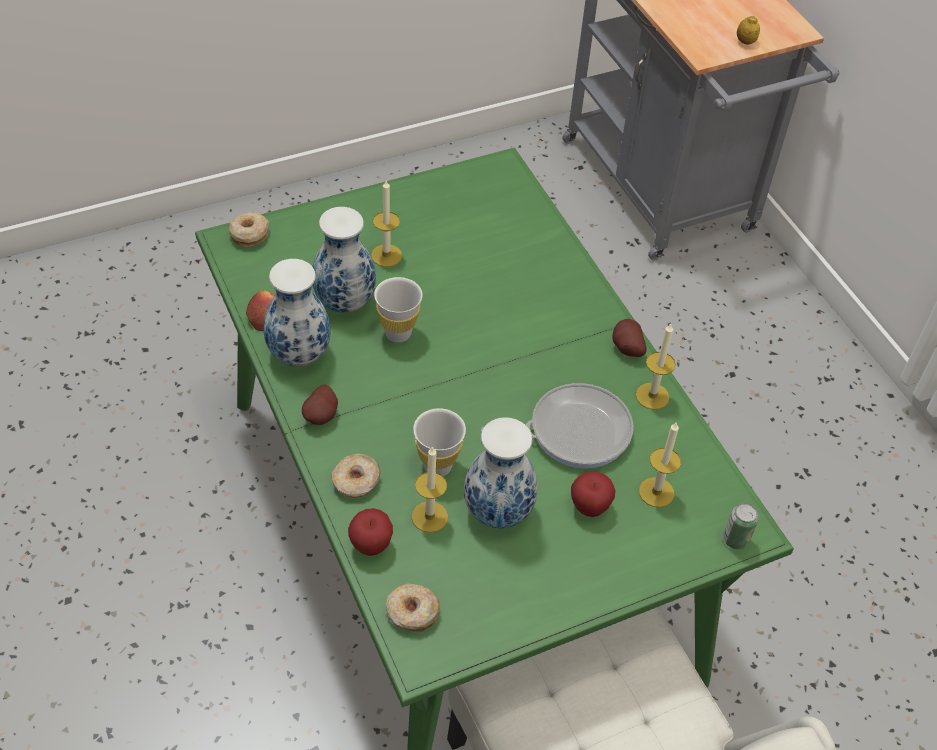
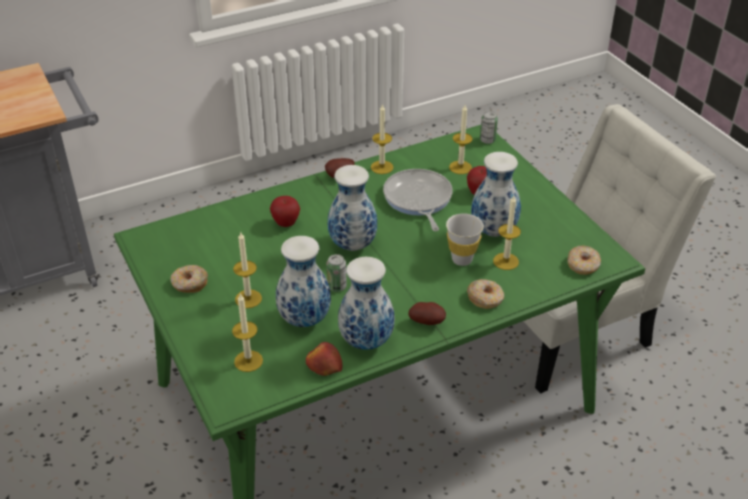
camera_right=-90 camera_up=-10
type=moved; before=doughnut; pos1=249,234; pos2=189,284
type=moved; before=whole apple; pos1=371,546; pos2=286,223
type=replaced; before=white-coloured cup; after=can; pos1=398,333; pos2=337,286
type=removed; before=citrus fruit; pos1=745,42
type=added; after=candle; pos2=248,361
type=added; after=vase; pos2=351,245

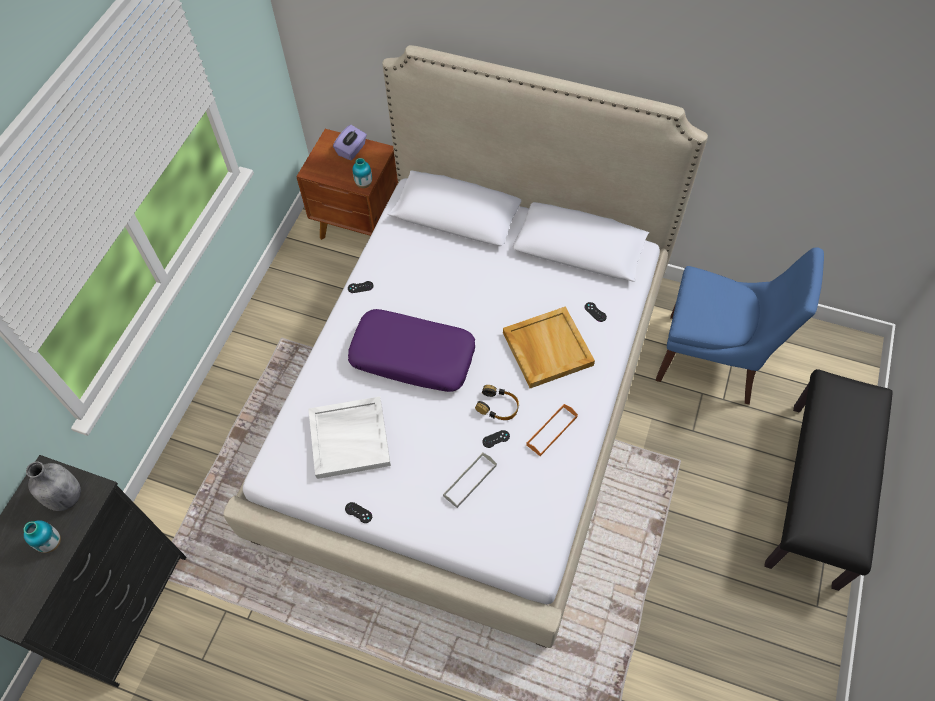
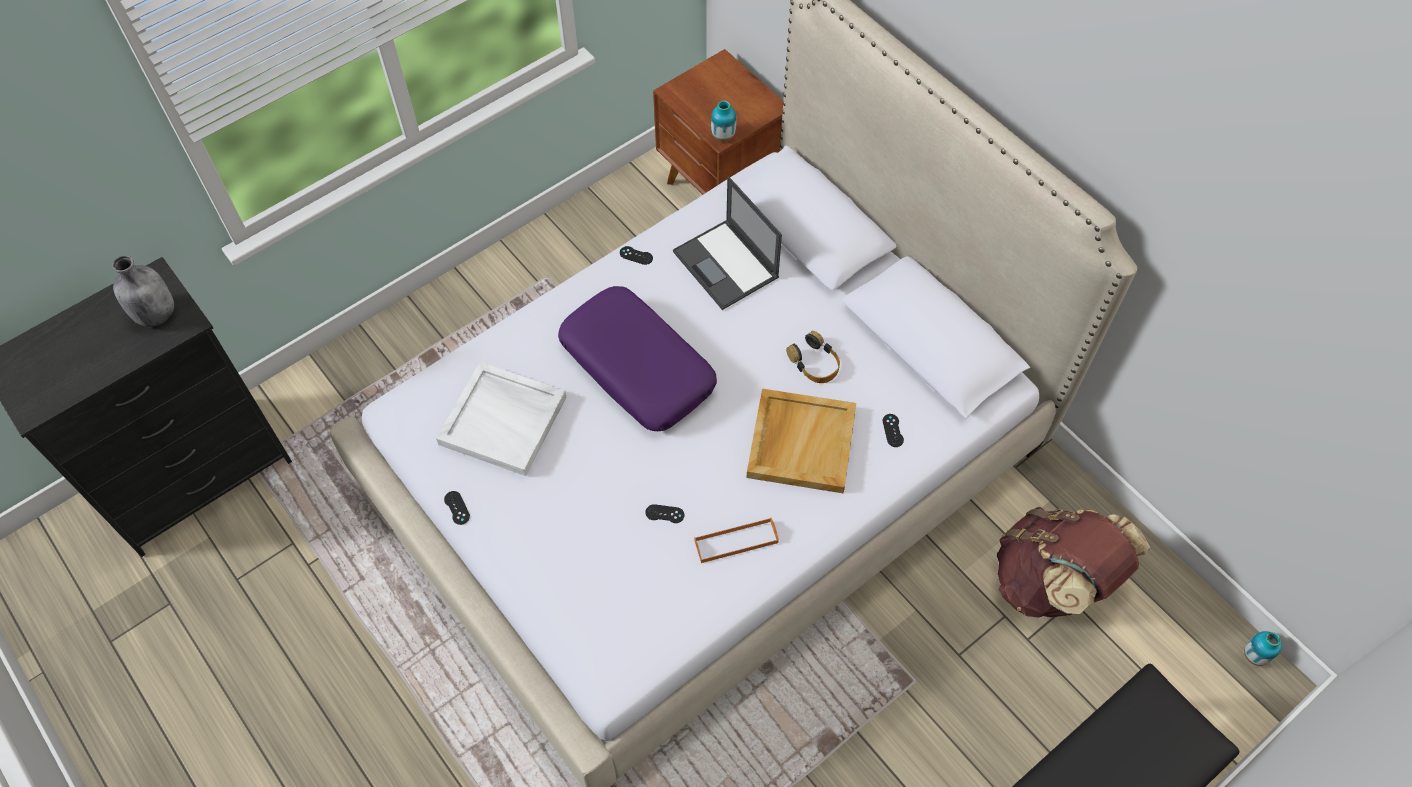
camera_right=30 camera_up=0
type=moved; before=vase; pos1=51,543; pos2=1254,655
type=removed; before=purplish box of tissues; pos1=352,150
type=removed; before=gray tray; pos1=470,481
type=moved; before=headphones; pos1=498,406; pos2=814,363
type=replaced; before=bluish chair; after=brown backpack; pos1=713,359; pos2=1051,583
type=added; after=laptop; pos2=727,265

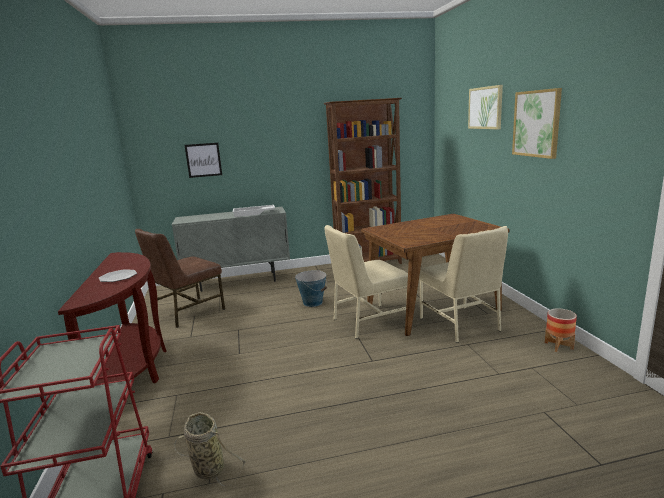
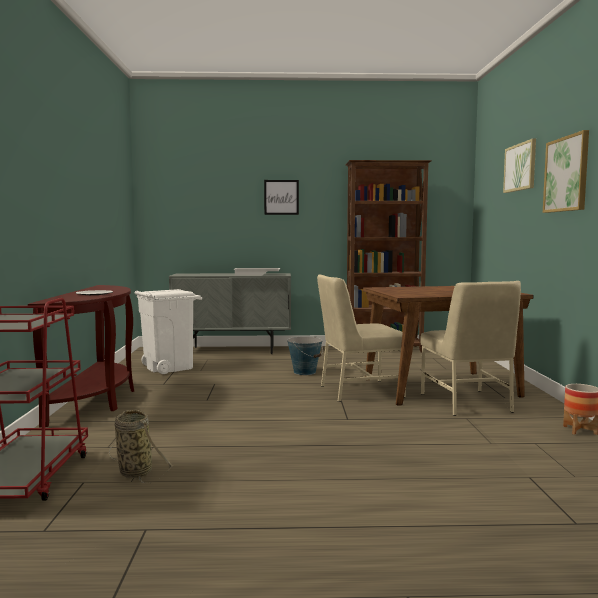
camera_right=10 camera_up=-10
type=replaced; before=brown chair; after=white-coloured trash can; pos1=188,312; pos2=169,367
type=moved; before=picture; pos1=203,160; pos2=281,197

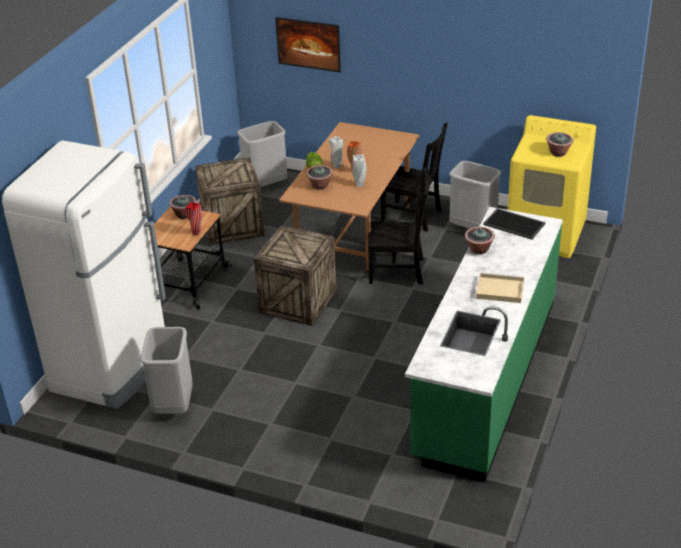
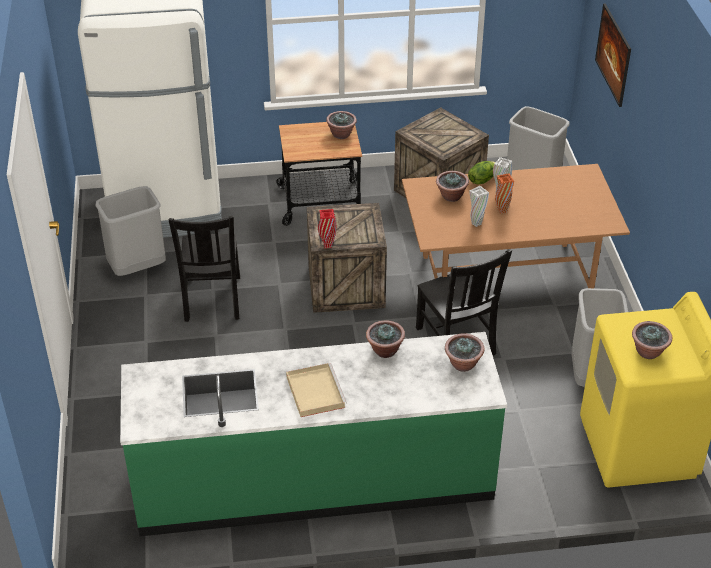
camera_right=60 camera_up=5
type=moved; before=reddish vase; pos1=196,233; pos2=327,245
type=moved; before=black-coloured chair; pos1=413,216; pos2=212,300
type=replaced; before=tray; after=plant in a pot; pos1=515,224; pos2=463,364

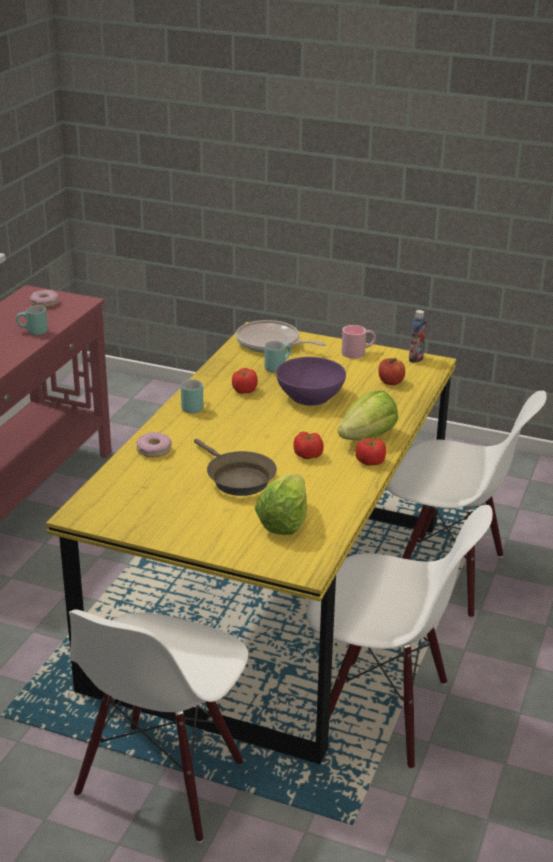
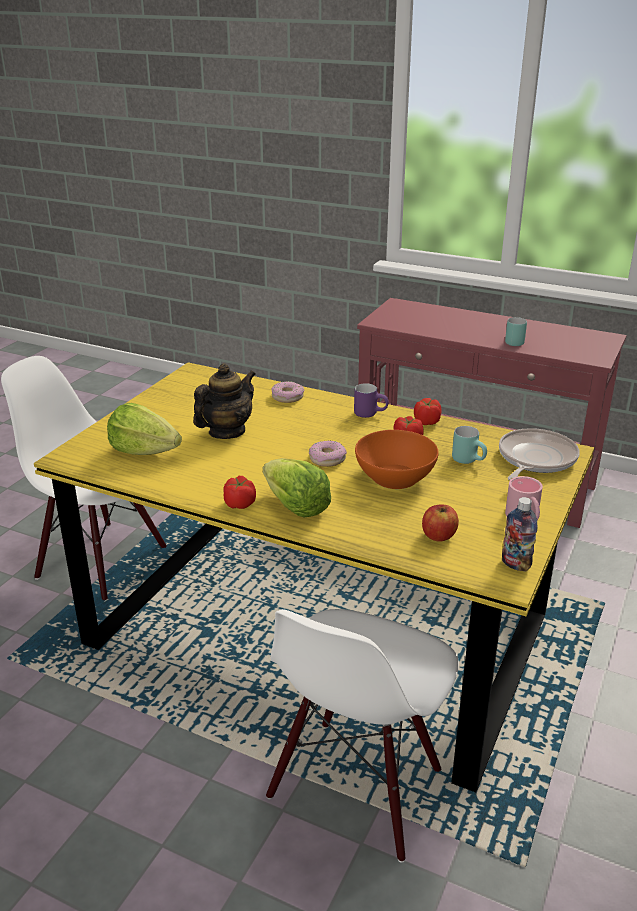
camera_right=95 camera_up=0
type=moved; before=doughnut; pos1=45,303; pos2=327,459
type=recoloured; before=turquoise coffee mug; after=purplish coffee mug; pos1=192,406; pos2=370,414
type=replaced; before=brown skillet; after=tea pot; pos1=237,479; pos2=226,432
type=recoloured; before=purplish serving bowl; after=orangey serving bowl; pos1=310,396; pos2=395,477
type=moved; before=fresh tomato; pos1=308,455; pos2=426,422
type=removed; before=white-coloured chair; pos1=383,711

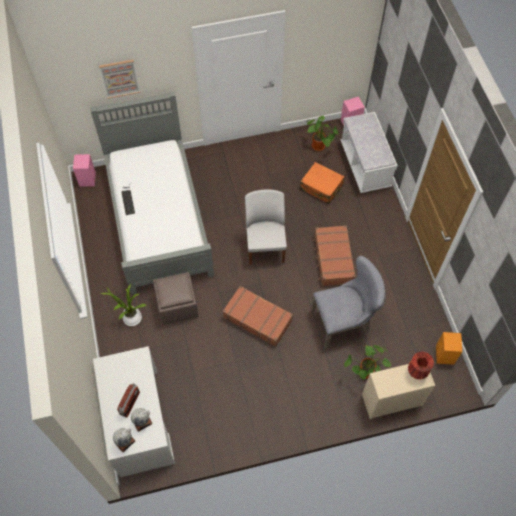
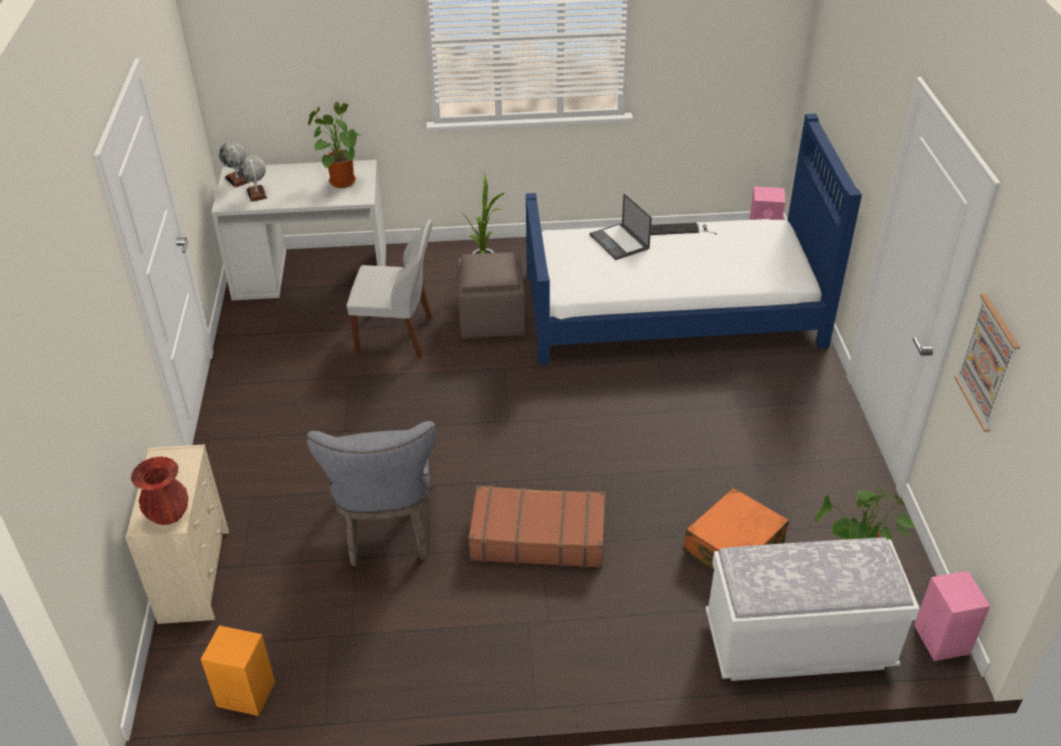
camera_right=100 camera_up=-20
type=recoloured; before=gray sleeping bed; after=bluish sleeping bed; pos1=158,218; pos2=672,309
type=moved; before=picture; pos1=119,78; pos2=988,362
type=removed; before=radio set; pos1=130,403
type=removed; before=brown suitcase; pos1=257,319
type=moved; before=white-coloured chair; pos1=265,246; pos2=397,336
type=moved; before=plant in a pot; pos1=365,373; pos2=340,181
type=added; after=laptop; pos2=620,242

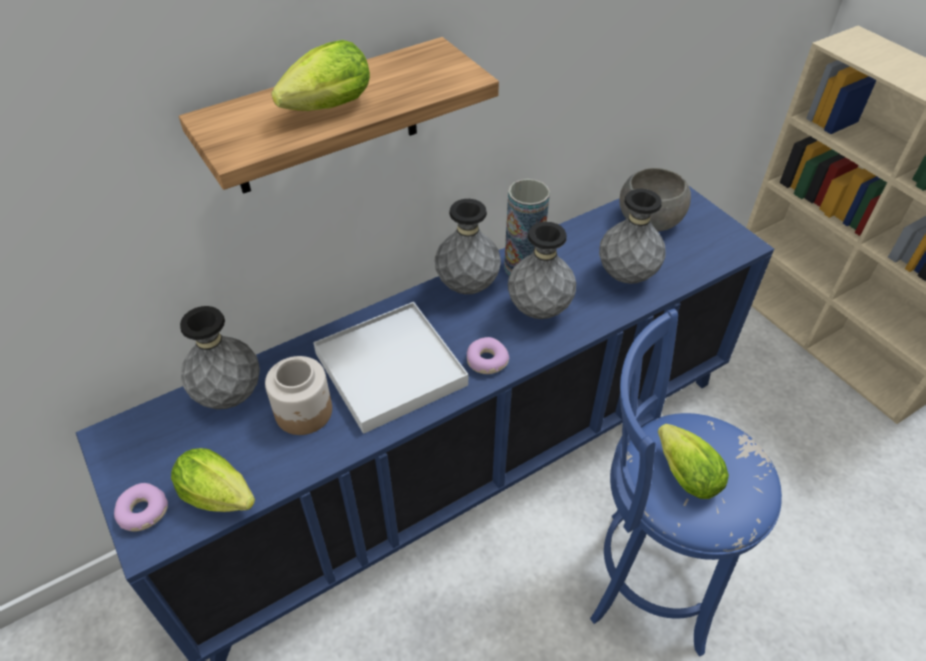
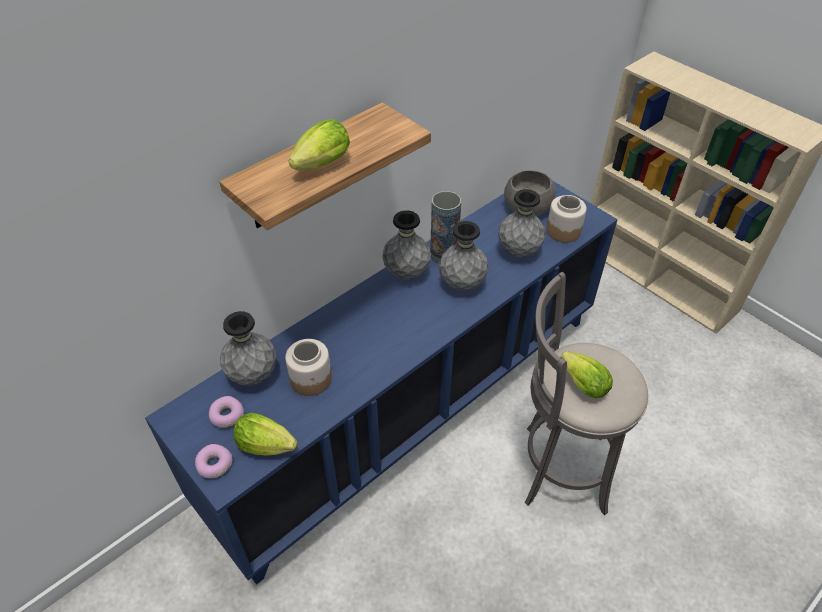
camera_right=-10 camera_up=0
type=removed; before=white-coloured tray; pos1=390,369
type=moved; before=doughnut; pos1=486,361; pos2=226,415
type=recoloured; before=bluish sitting stool; after=gray sitting stool; pos1=645,578; pos2=558,468
type=added; after=preserve jar; pos2=563,231

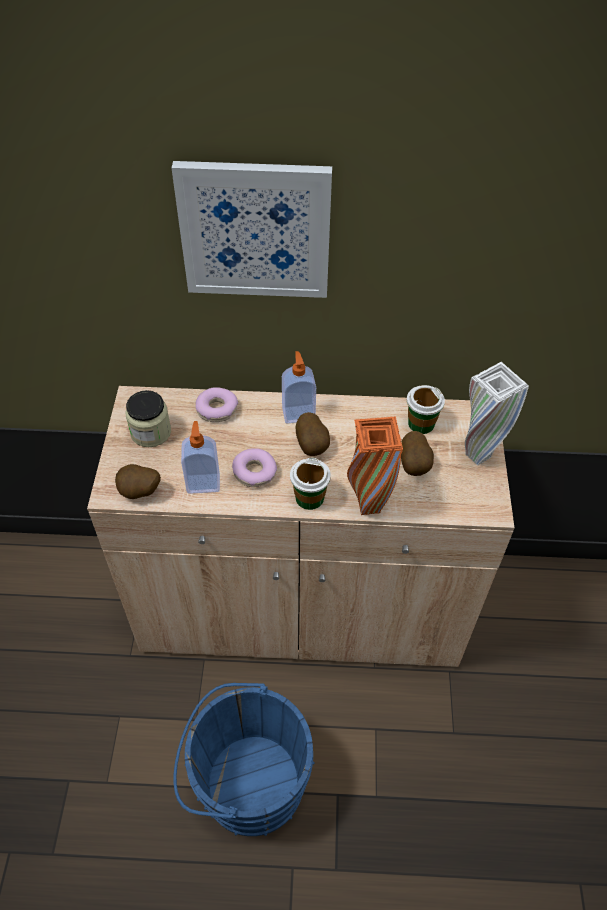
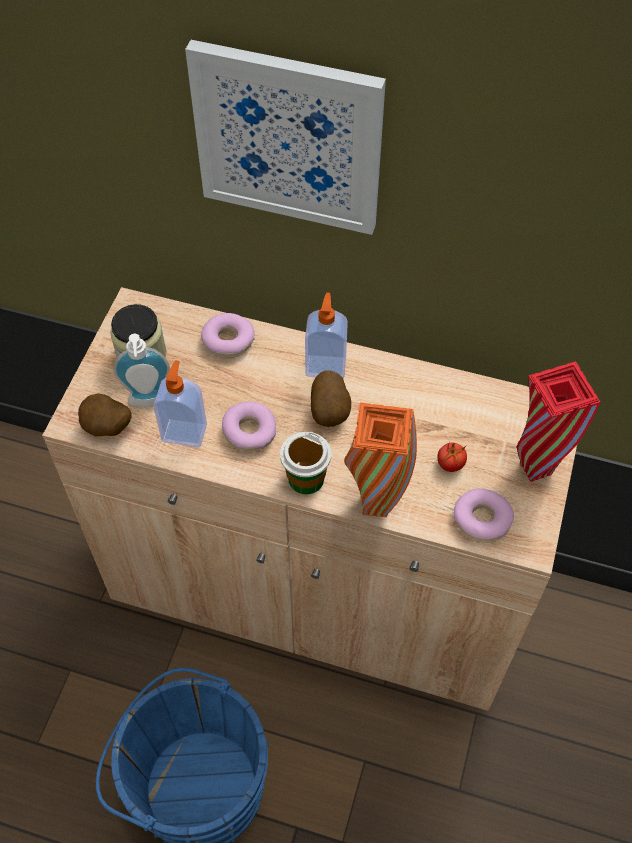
camera_right=15 camera_up=5
type=replaced; before=potato; after=fresh tomato; pos1=415,465; pos2=450,464
type=removed; before=cup; pos1=421,423
type=recoloured; before=white-coloured vase; after=reddish vase; pos1=478,455; pos2=535,468
type=added; after=liquid soap bottle; pos2=149,403
type=added; after=doughnut; pos2=481,520

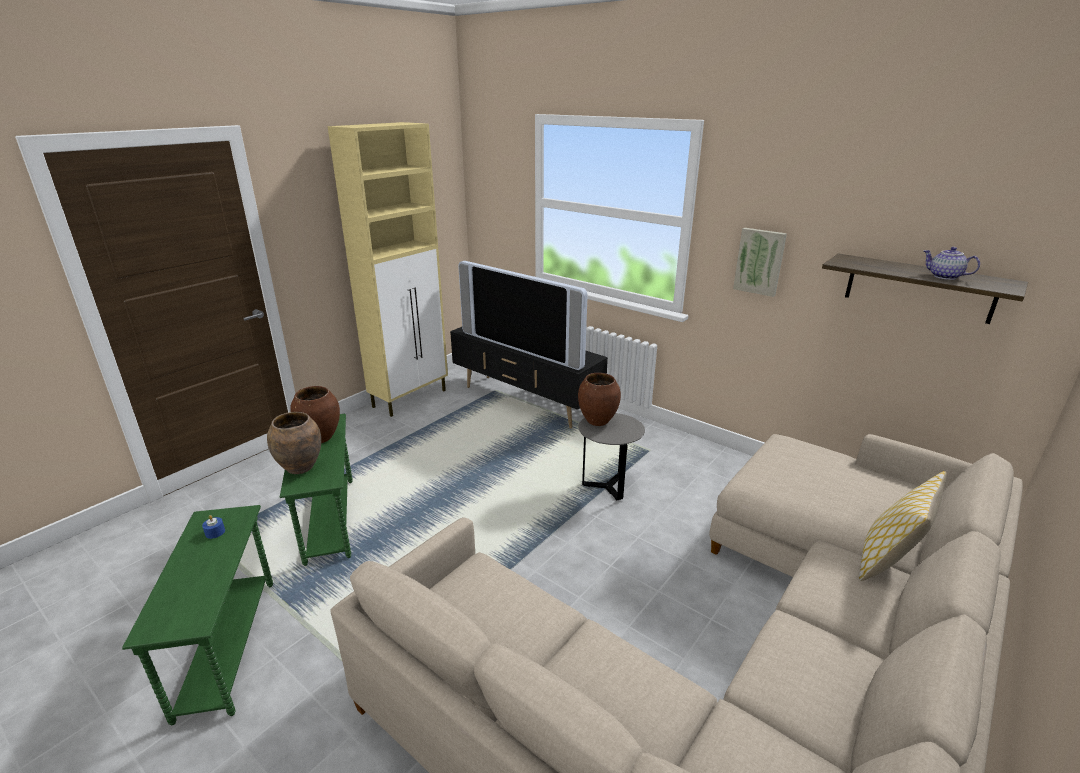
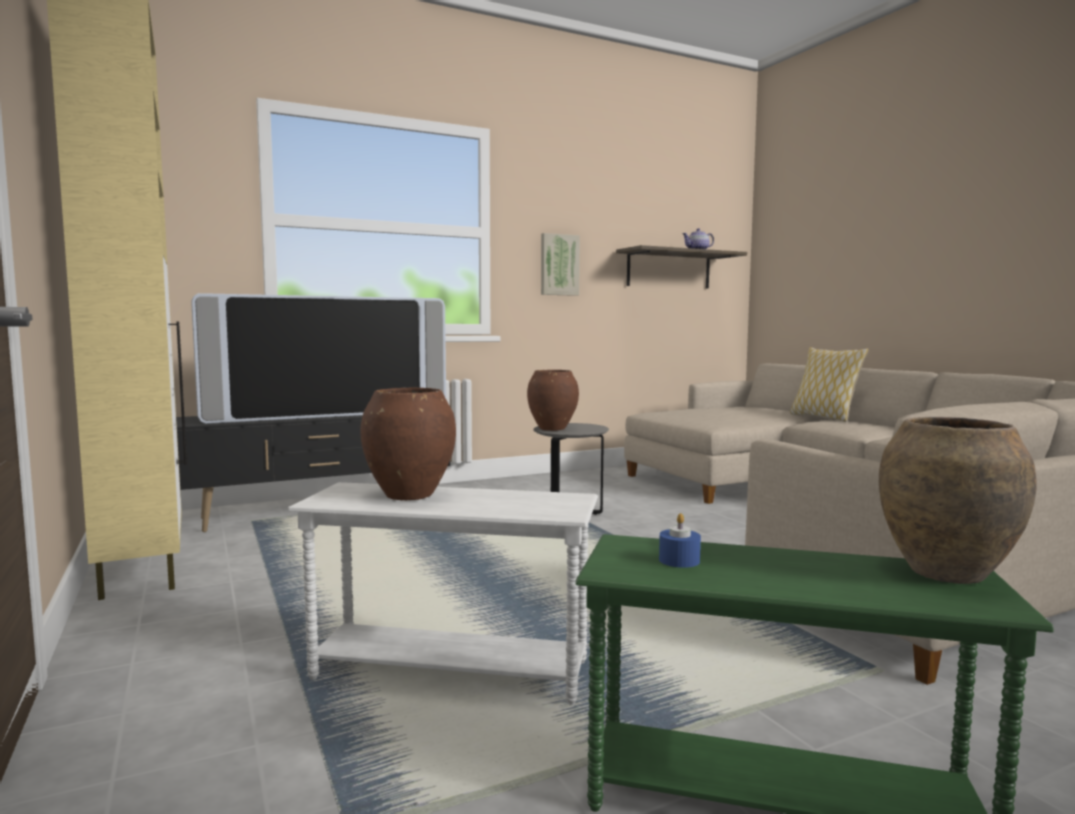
camera_right=-65 camera_up=-20
type=moved; before=brown vase; pos1=300,467; pos2=944,573
type=recoloured; before=green-coloured side table; after=white-coloured side table; pos1=329,520; pos2=450,671

